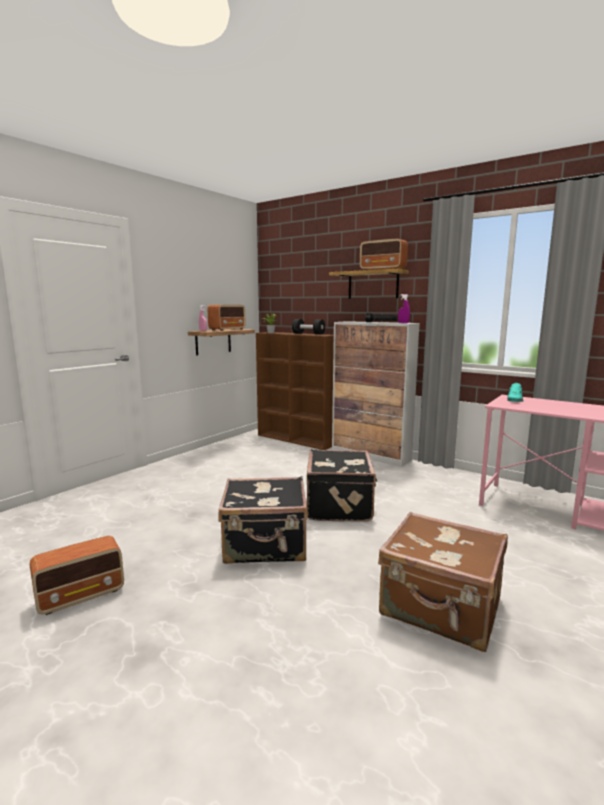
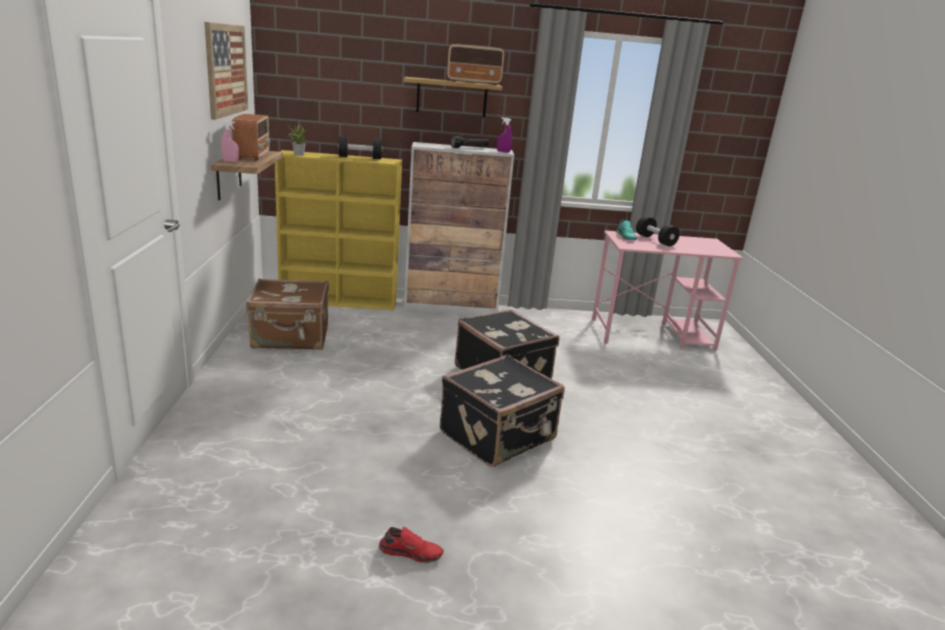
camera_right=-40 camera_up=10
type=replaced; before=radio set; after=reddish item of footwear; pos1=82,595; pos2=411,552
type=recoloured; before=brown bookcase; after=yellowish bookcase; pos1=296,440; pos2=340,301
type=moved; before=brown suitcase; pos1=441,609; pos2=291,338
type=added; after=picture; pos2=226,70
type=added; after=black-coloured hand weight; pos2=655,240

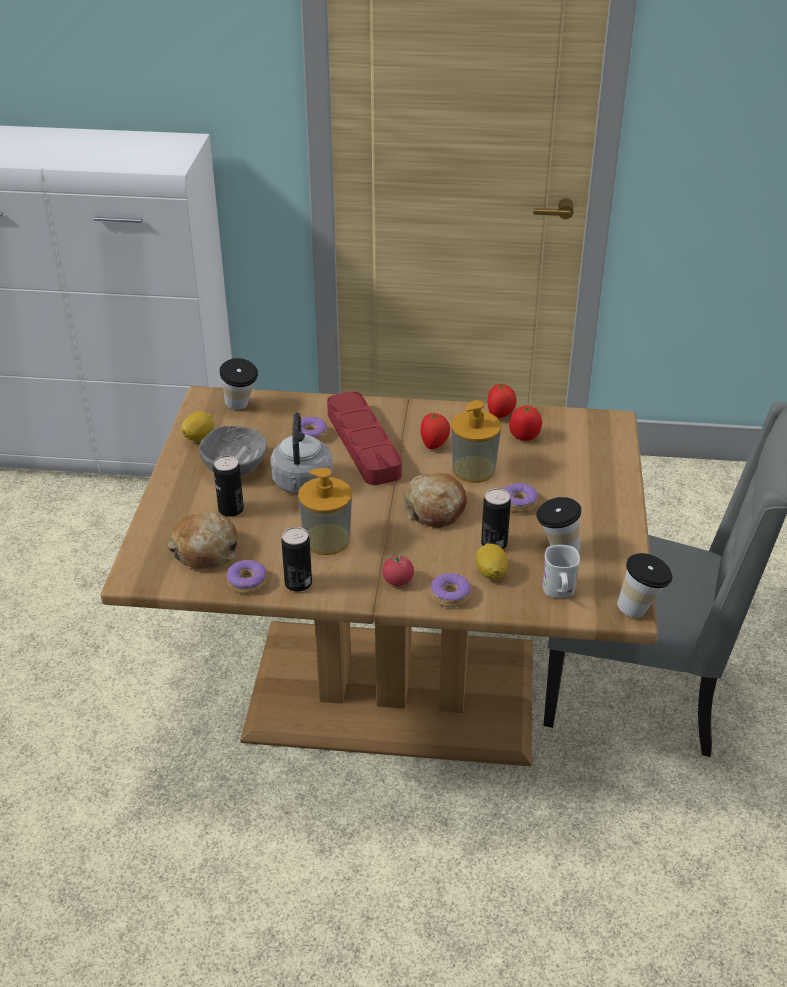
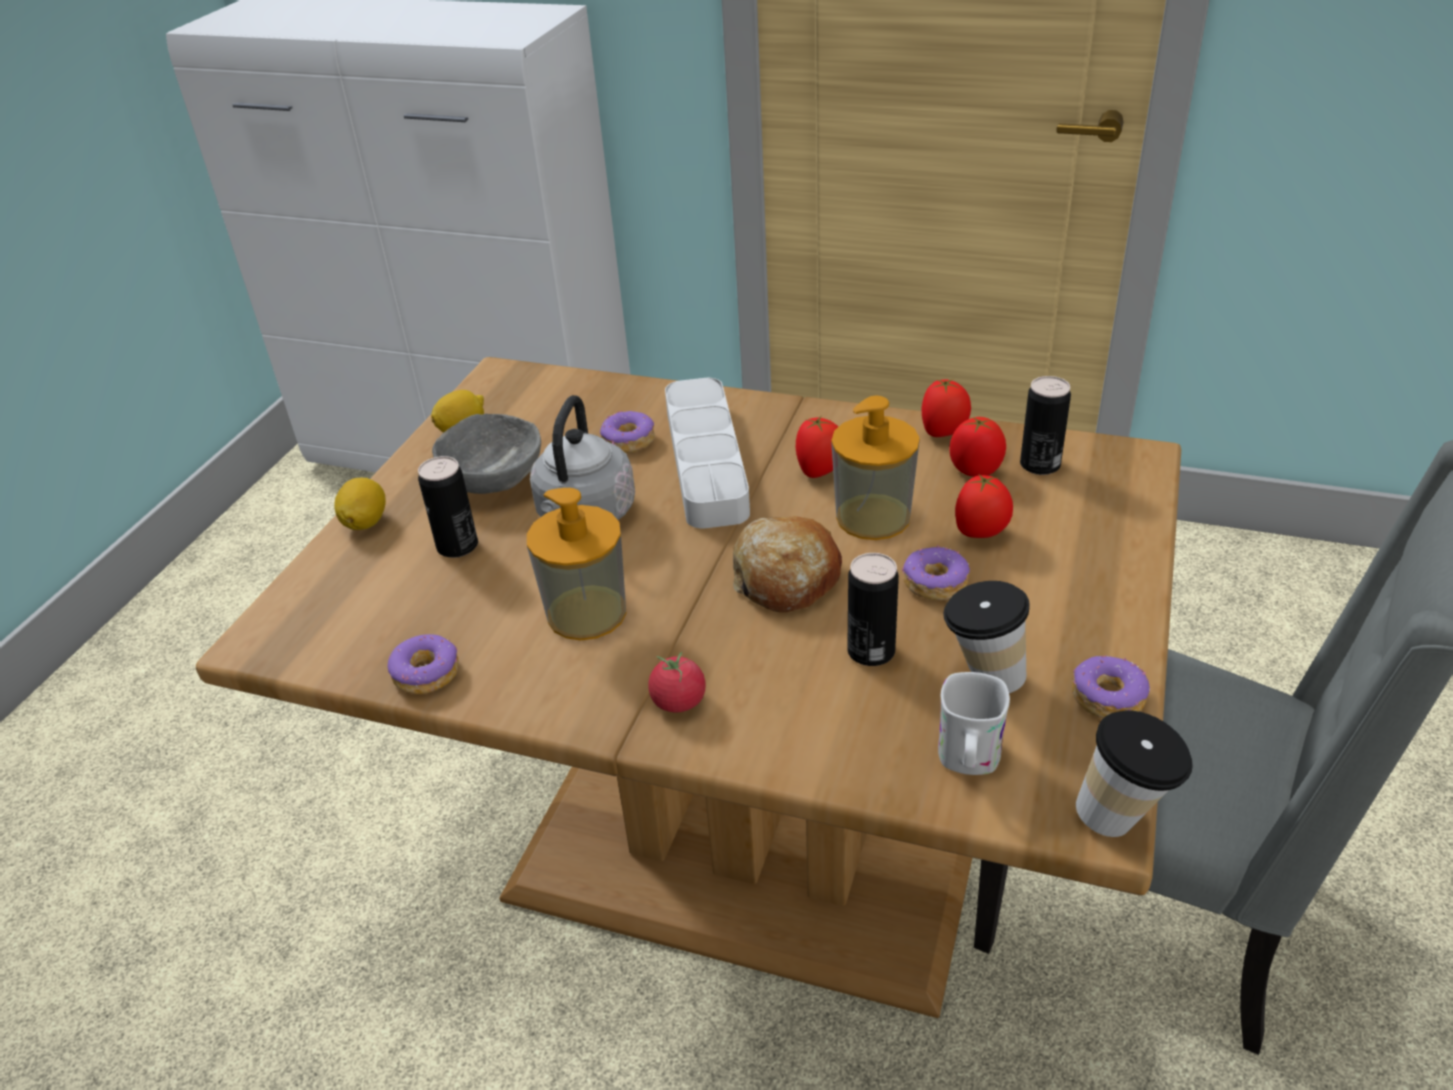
camera_right=15 camera_up=0
type=removed; before=bakery bread; pos1=205,550
type=removed; before=cup; pos1=241,407
type=moved; before=can; pos1=298,583; pos2=1040,465
type=recoloured; before=reddish tray; after=gray tray; pos1=363,443; pos2=706,460
type=moved; before=doughnut; pos1=449,595; pos2=1107,697
type=moved; before=citrus fruit; pos1=491,573; pos2=365,522
type=added; after=fresh tomato; pos2=981,533

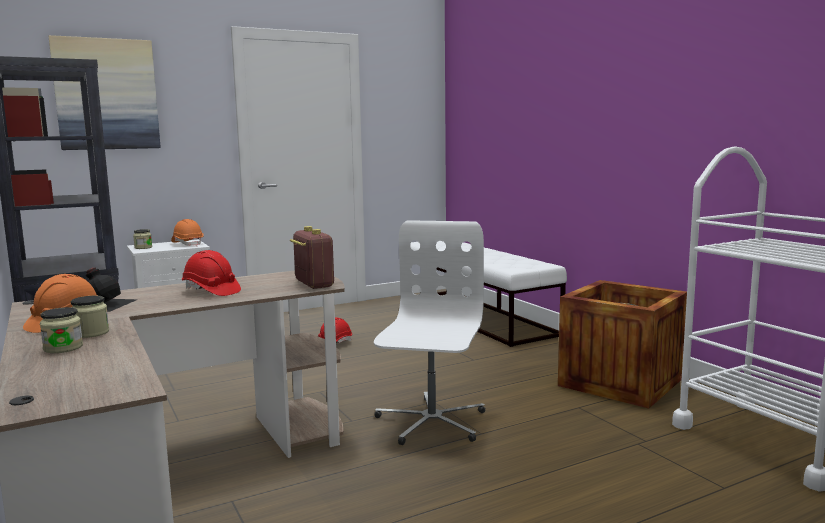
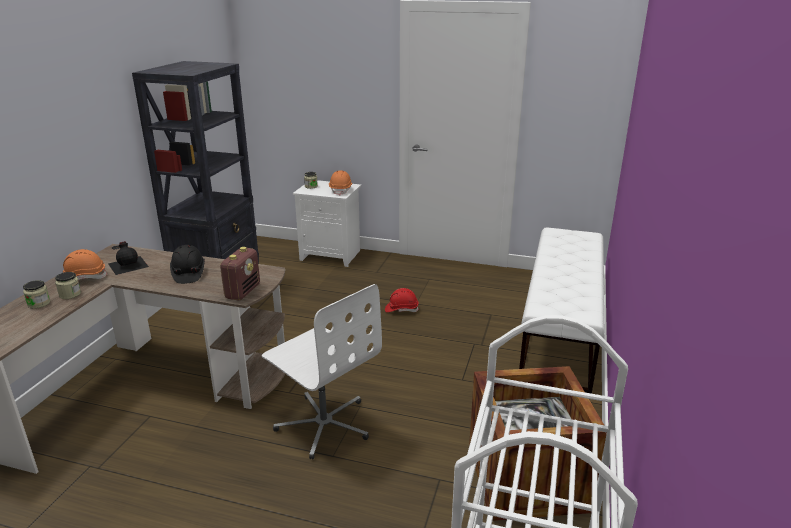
camera_right=45 camera_up=15
type=removed; before=picture; pos1=106,94
type=recoloured; before=reddish safety helmet; after=black-coloured safety helmet; pos1=211,291; pos2=188,274
type=turned; before=white-coloured office chair; pos1=430,422; pos2=324,424; turn=75

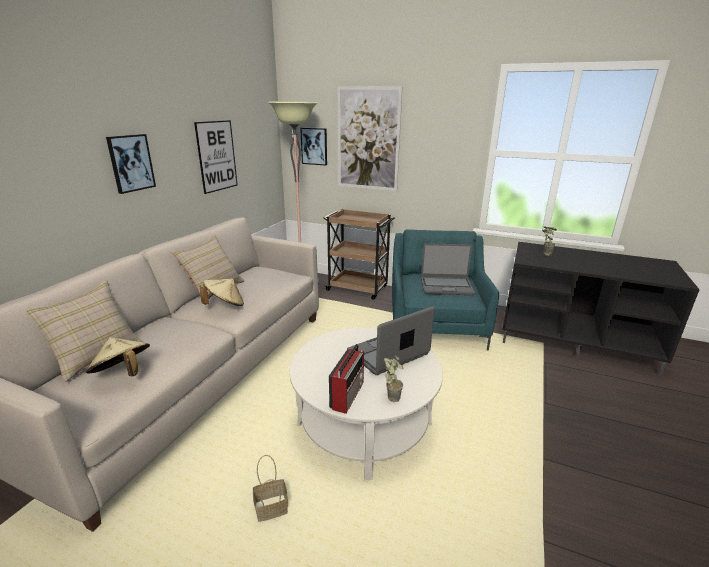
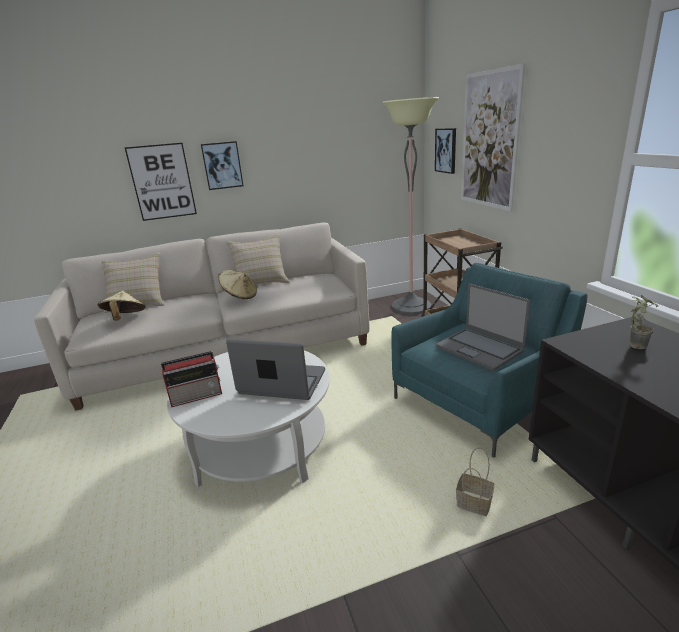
camera_right=50 camera_up=0
type=moved; before=picture; pos1=217,156; pos2=162,182
type=moved; before=household basket; pos1=270,509; pos2=472,504
type=removed; before=plant in a pot; pos1=392,396

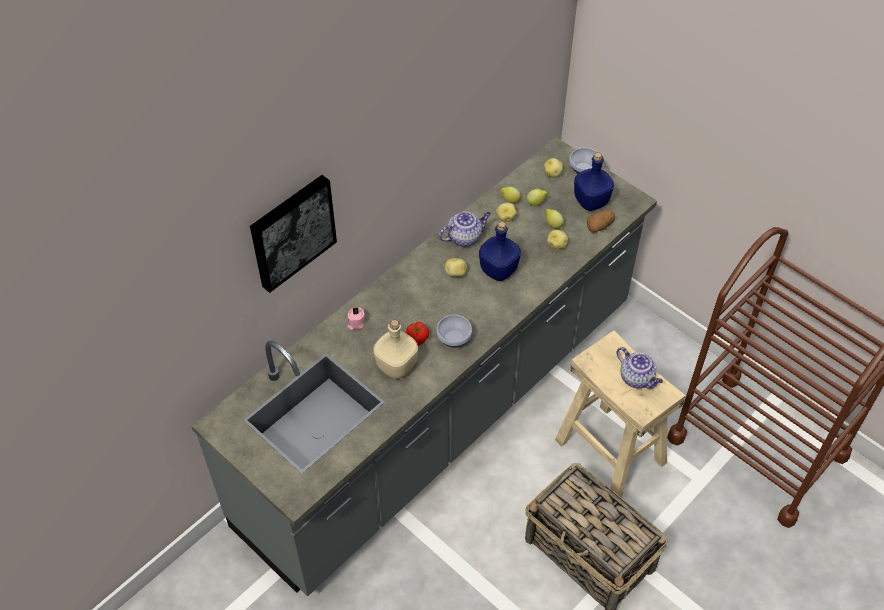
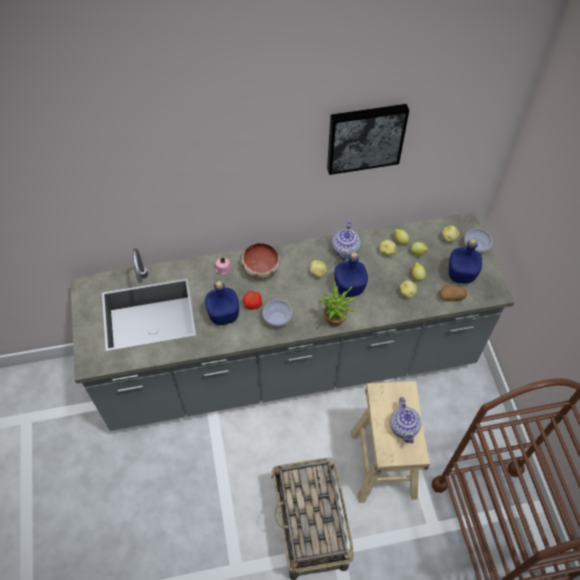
camera_right=35 camera_up=5
type=moved; before=picture; pos1=291,231; pos2=365,137
type=recoloured; before=beige-coloured drink bottle; after=bluish drink bottle; pos1=396,367; pos2=223,315
type=turned; before=tea pot; pos1=465,237; pos2=345,250; turn=90
type=added; after=serving bowl; pos2=260,268
type=added; after=plant in a pot; pos2=335,322

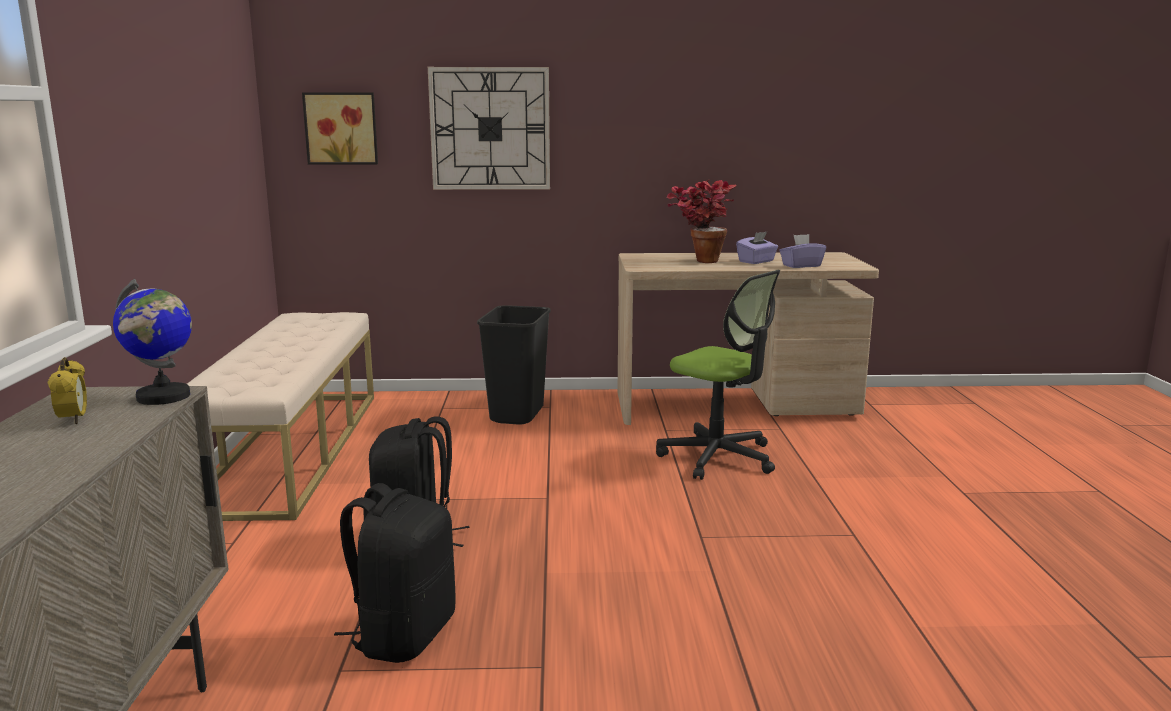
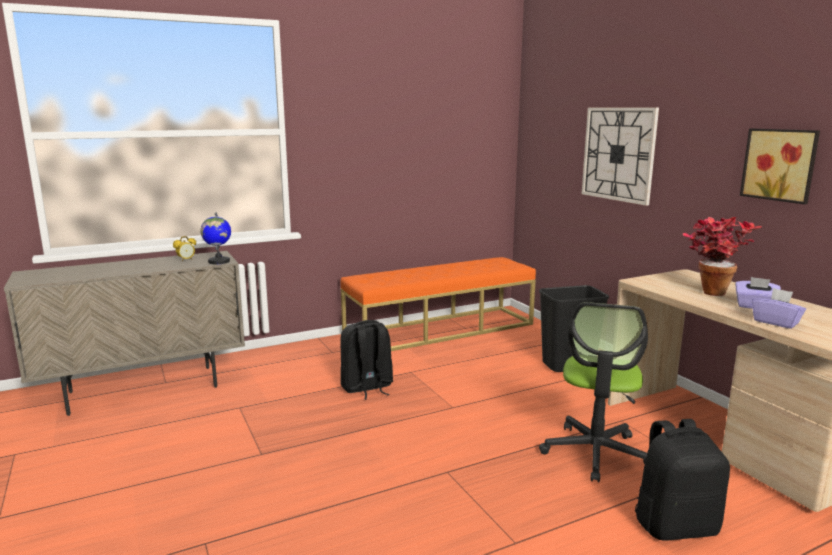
camera_right=65 camera_up=0
type=recoloured; before=beige-coloured indoor bench; after=orangey indoor bench; pos1=291,448; pos2=440,329
type=moved; before=picture; pos1=341,128; pos2=780,164
type=moved; before=black-coloured backpack; pos1=403,635; pos2=675,525

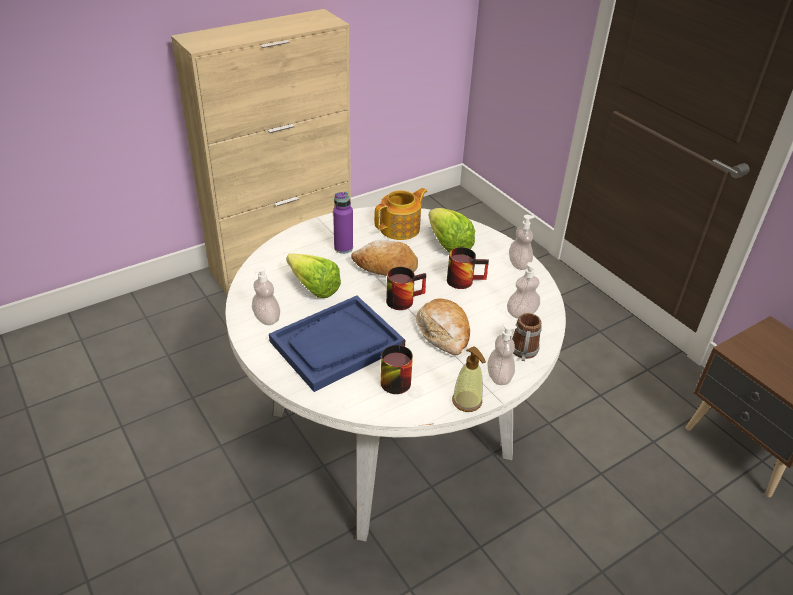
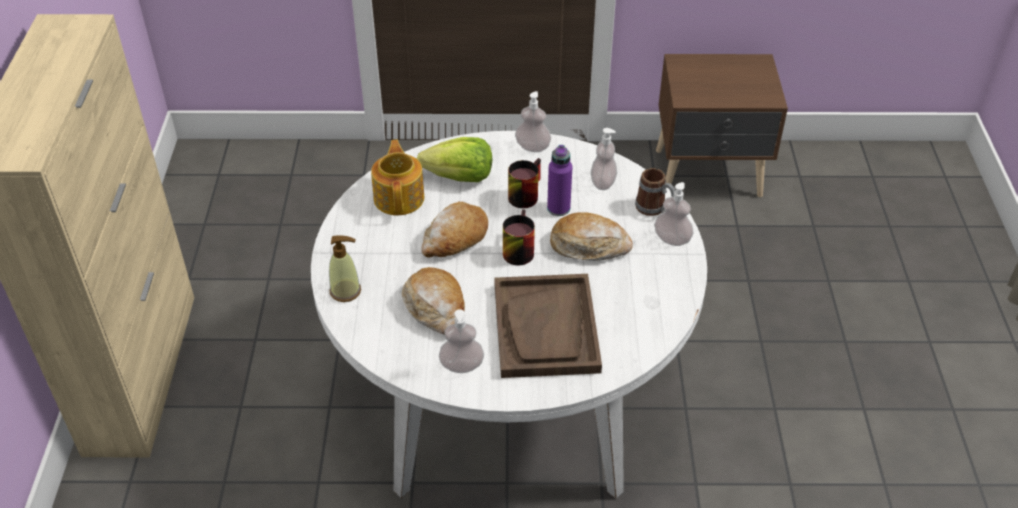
camera_right=-55 camera_up=5
type=recoloured; before=bluish tray; after=brown tray; pos1=336,344; pos2=546,328
type=replaced; before=lettuce head; after=bakery bread; pos1=311,285; pos2=435,308
type=moved; before=purplish drink bottle; pos1=343,248; pos2=558,208
type=removed; before=coffee mug; pos1=394,378
type=moved; before=liquid soap bottle; pos1=467,401; pos2=345,291

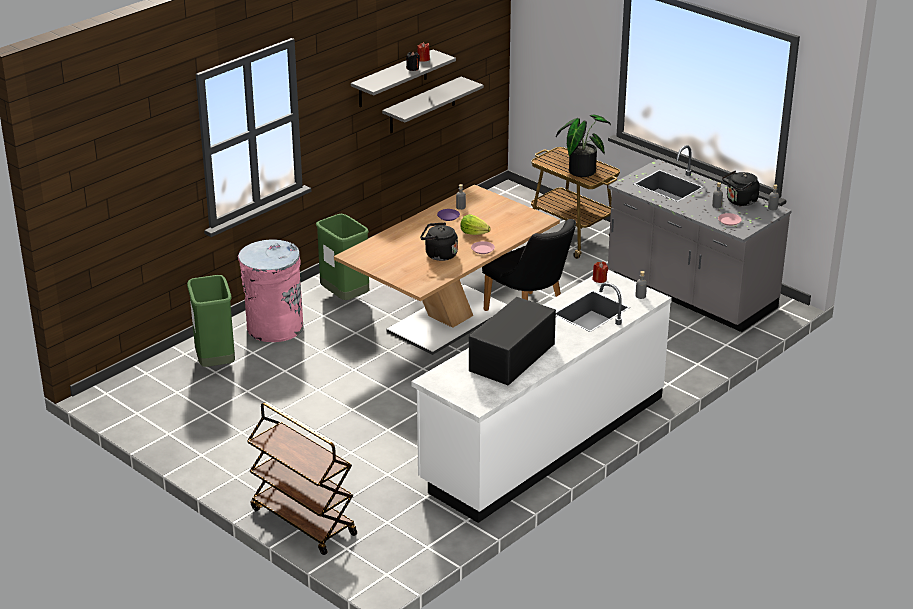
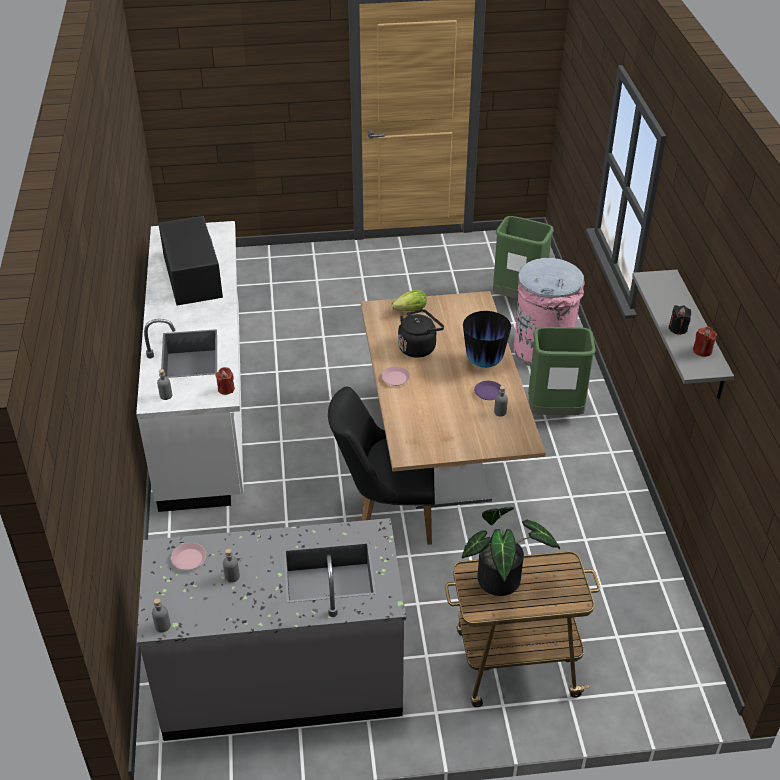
camera_right=130 camera_up=10
type=removed; before=brown wheeled cart; pos1=302,521
type=removed; before=gray wall shelf; pos1=422,105
type=moved; before=lettuce head; pos1=474,233; pos2=411,310
type=removed; before=black-coloured water kettle; pos1=740,202
type=added; after=vase; pos2=484,362

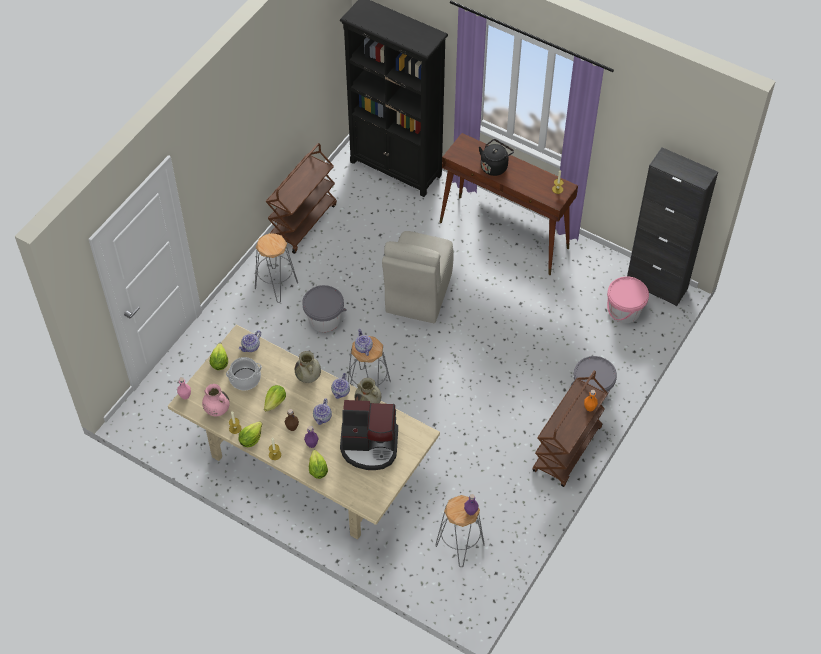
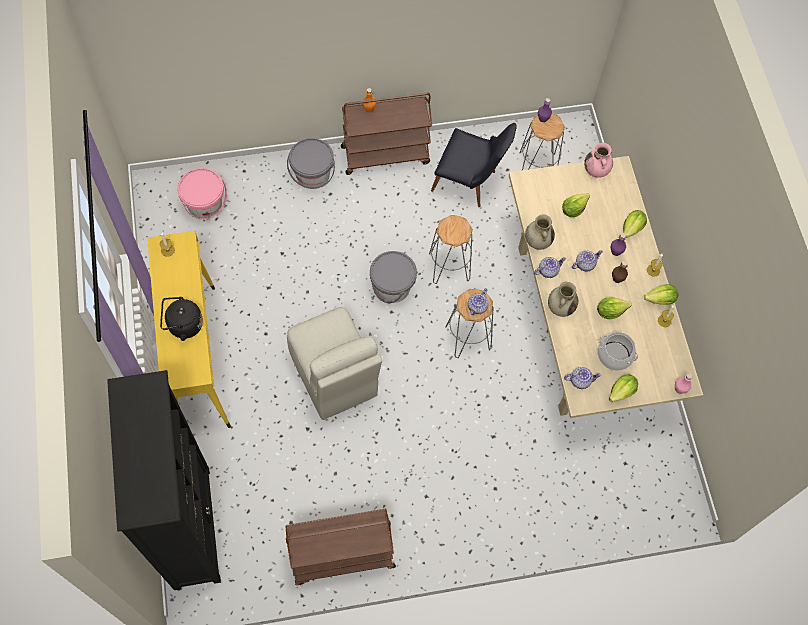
camera_right=-135 camera_up=10
type=moved; before=pinkish vase; pos1=217,410; pos2=596,171
type=moved; before=gray sitting stool; pos1=276,285; pos2=449,266
type=moved; before=gray pail; pos1=324,319; pos2=392,287
type=replaced; before=coffee maker; after=lettuce head; pos1=369,446; pos2=573,209
type=turned; before=beige-coloured chair; pos1=418,294; pos2=334,377; turn=90
type=recoloured; before=brown narrow table; after=yellowish narrow table; pos1=504,235; pos2=197,358
type=removed; before=black-coloured storage cabinet; pos1=656,285
type=added; after=black-coloured chair; pos2=469,183

